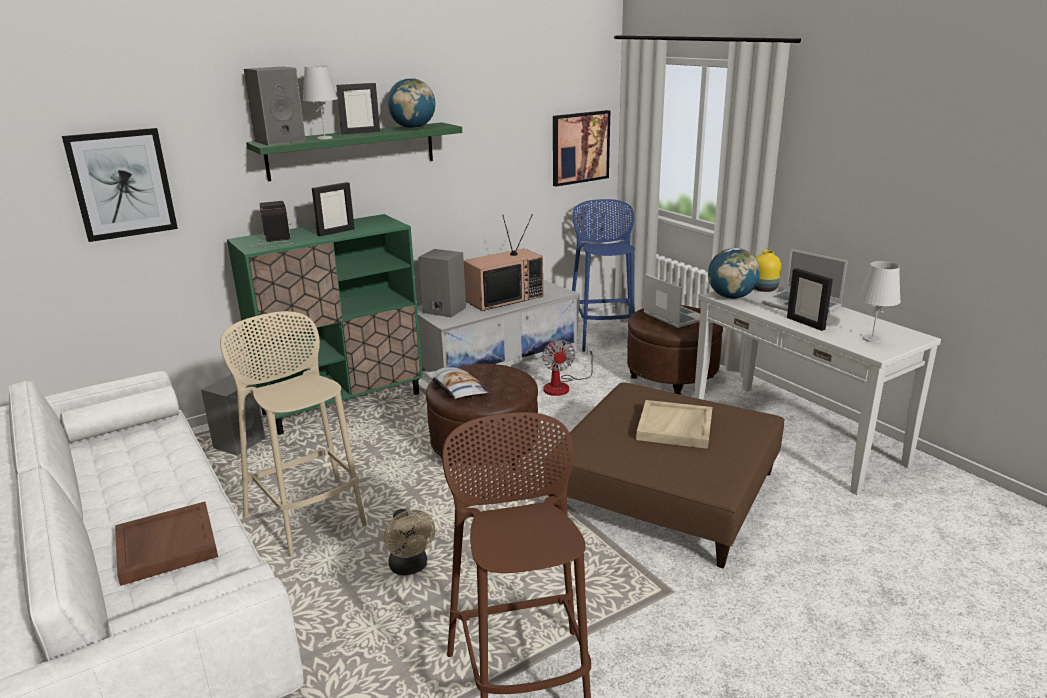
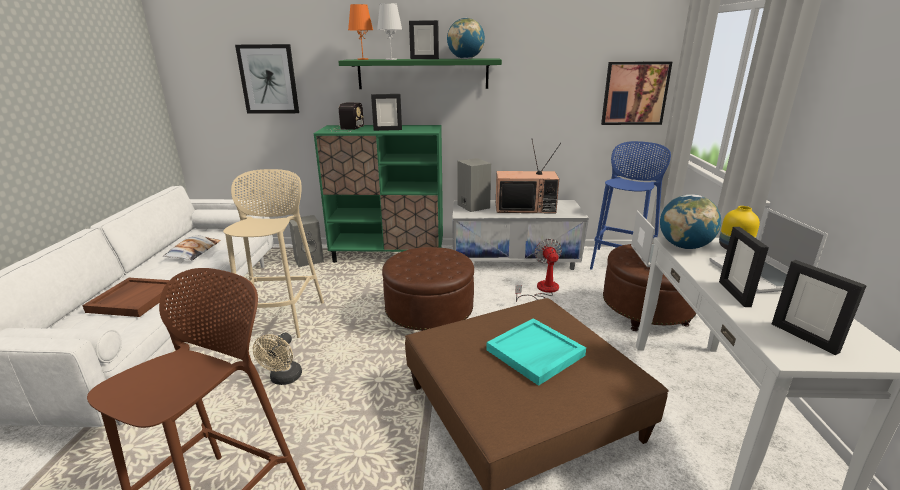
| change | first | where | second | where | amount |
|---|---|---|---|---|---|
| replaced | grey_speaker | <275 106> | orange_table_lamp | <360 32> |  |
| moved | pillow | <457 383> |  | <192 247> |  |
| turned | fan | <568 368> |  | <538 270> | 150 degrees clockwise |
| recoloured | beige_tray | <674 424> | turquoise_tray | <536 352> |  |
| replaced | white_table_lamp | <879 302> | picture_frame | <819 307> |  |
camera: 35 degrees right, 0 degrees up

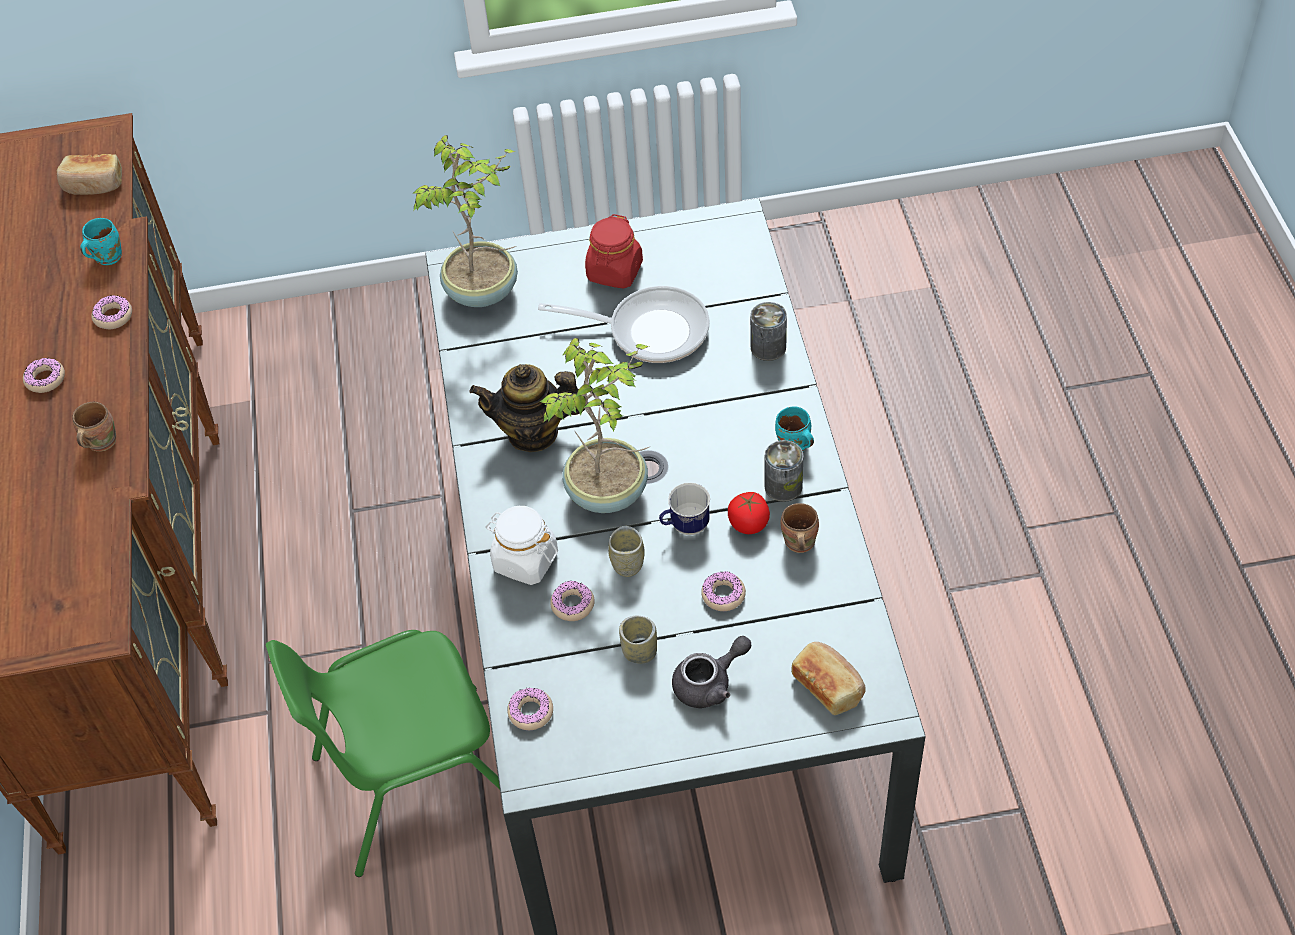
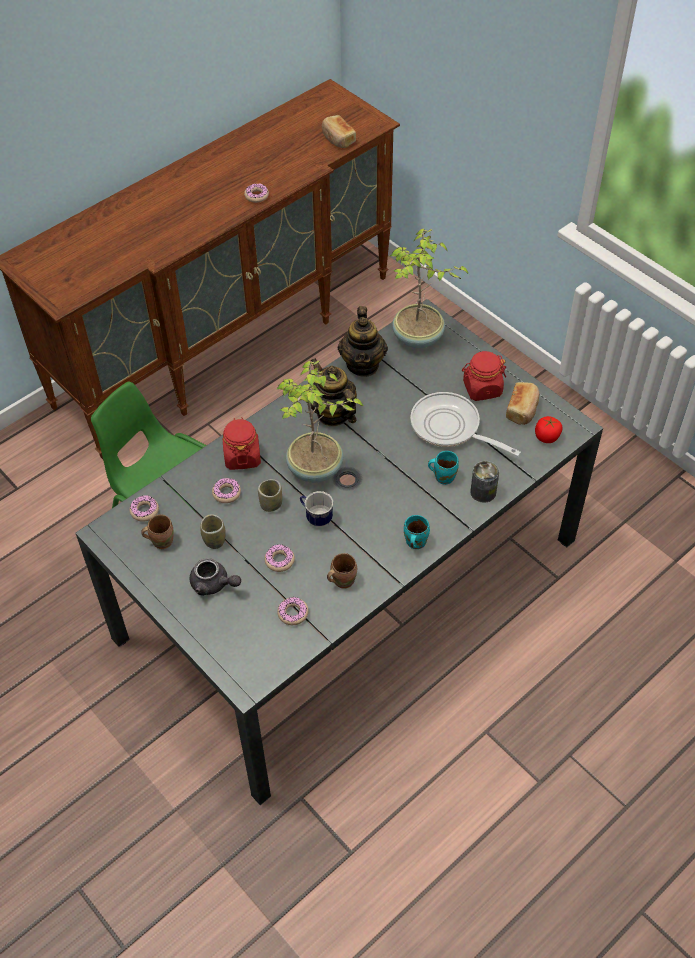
| change | first | where | second | where | amount |
|---|---|---|---|---|---|
| moved | donut | <44 375> |  | <293 611> |  |
| moved | brown_mug | <94 427> |  | <157 532> |  |
| moved | turquoise_mug | <101 241> |  | <443 468> |  |
| recoloured | white_jar | <521 545> | red_jar | <242 444> |  |
| turned | frying_pan | <624 324> |  | <465 424> | 150 degrees clockwise |
| moved | tomato | <749 513> |  | <549 429> |  |
| removed | can | <783 471> |  |  |  |
| moved | bread | <828 678> |  | <522 403> |  |
| added |  |  | teapot | <363 341> |  |
camera: 55 degrees right, 0 degrees up

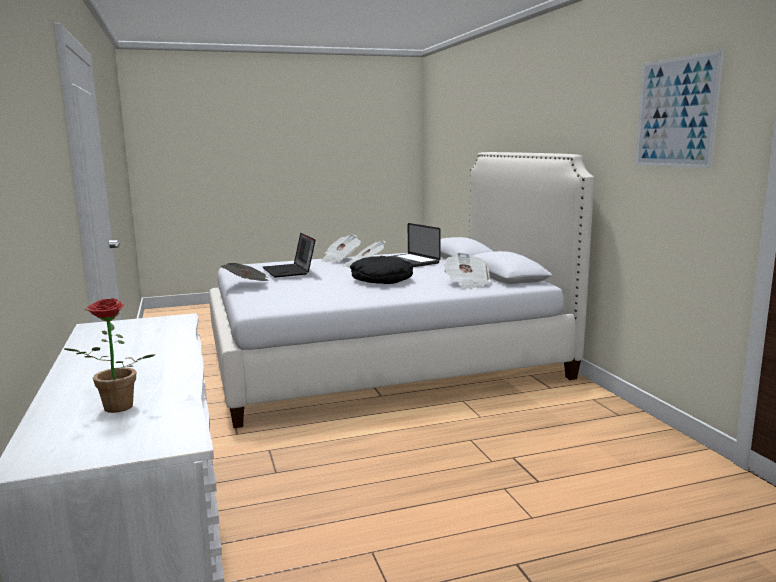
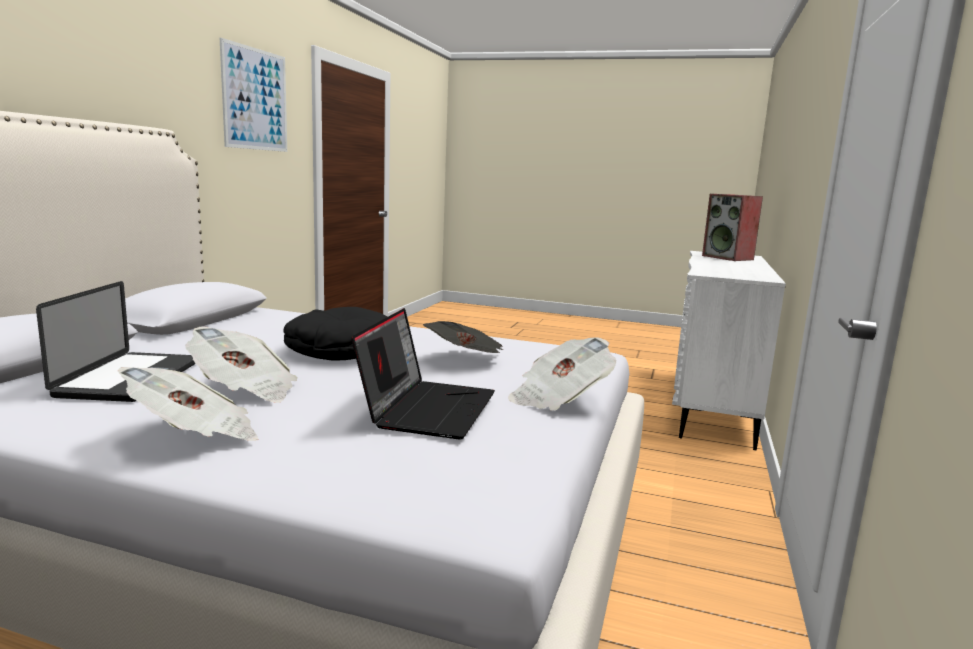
| change | first | where | second | where | amount |
|---|---|---|---|---|---|
| replaced | potted_plant | <109 355> | speaker | <732 227> |  |
| moved | newspaper | <467 271> |  | <463 337> |  |
camera: 145 degrees left, 0 degrees up

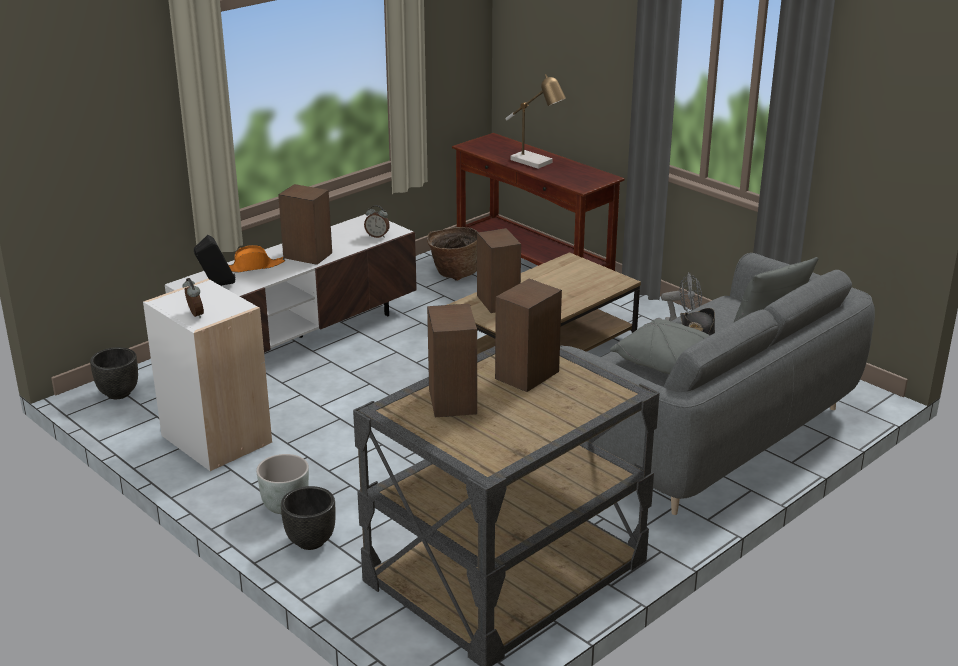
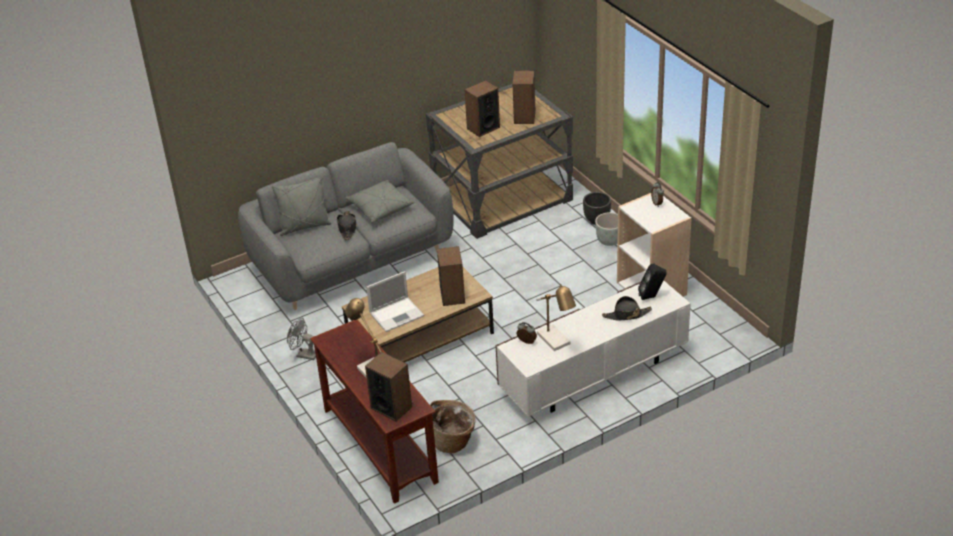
| change | first | where | second | where | amount |
|---|---|---|---|---|---|
| removed | black_planter | <114 373> |  |  |  |
| recoloured | orange_hat | <257 258> | black_hat | <627 308> |  |
| moved | speaker | <305 224> |  | <388 386> |  |
| added |  |  | laptop | <395 301> |  |
| added |  |  | table_lamp | <556 317> |  |
camera: 165 degrees left, 10 degrees up

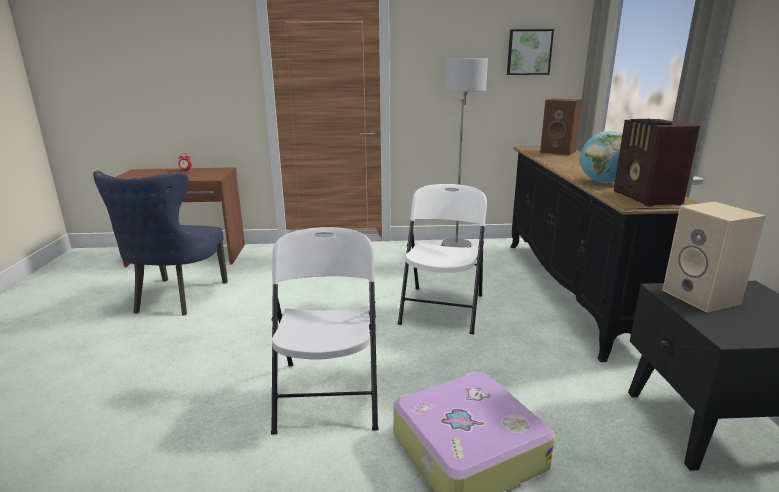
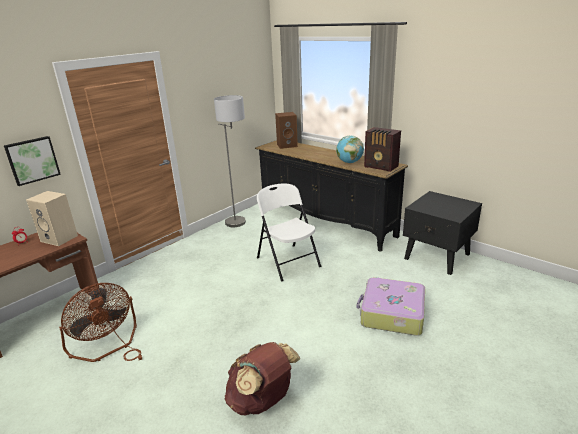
| change | first | where | second | where | amount |
|---|---|---|---|---|---|
| replaced | blue_chair | <160 243> | brown_fan | <100 322> |  |
| removed | white_chair | <324 331> |  |  |  |
| moved | picture | <530 52> |  | <32 161> |  |
| moved | beige_speaker | <714 257> |  | <52 218> |  |
| added |  |  | brown_backpack | <262 378> |  |
camera: 45 degrees left, 5 degrees up

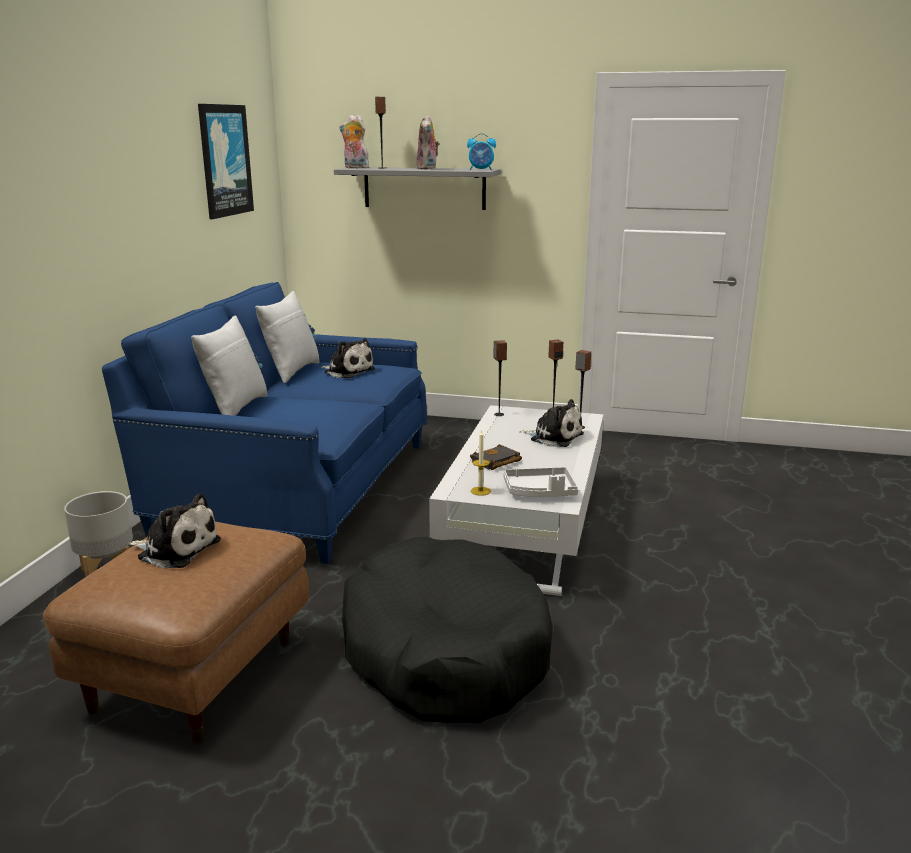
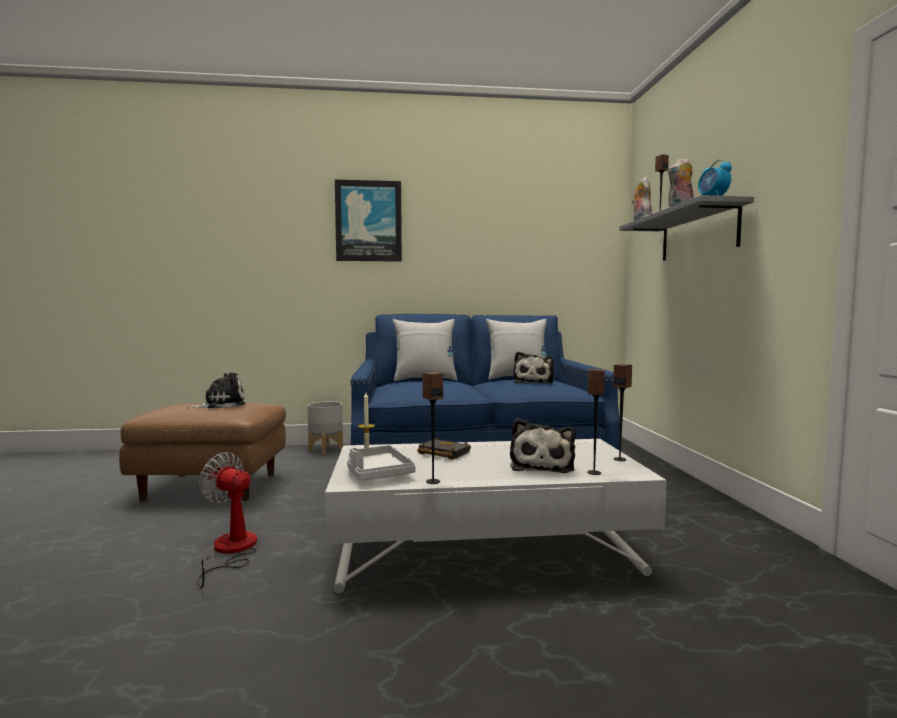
| change | first | where | second | where | amount |
|---|---|---|---|---|---|
| turned | plush_toy | <175 530> |  | <217 390> | 120 degrees counterclockwise |
| moved | picture | <226 161> |  | <368 220> |  |
| replaced | black_dog_bed | <447 629> | fan | <227 520> |  |
| moved | speaker | <500 378> |  | <432 428> |  |
camera: 70 degrees right, 15 degrees down

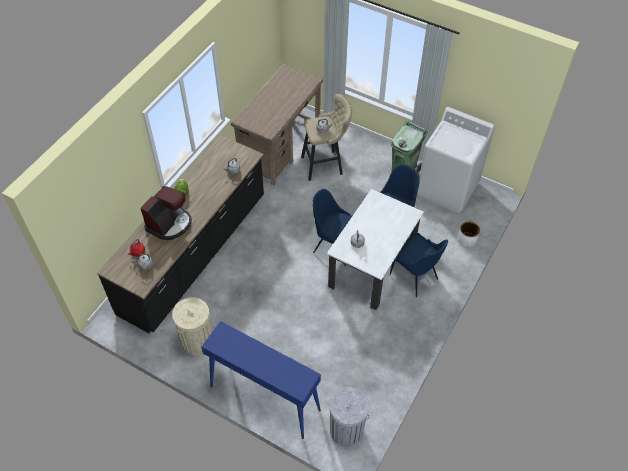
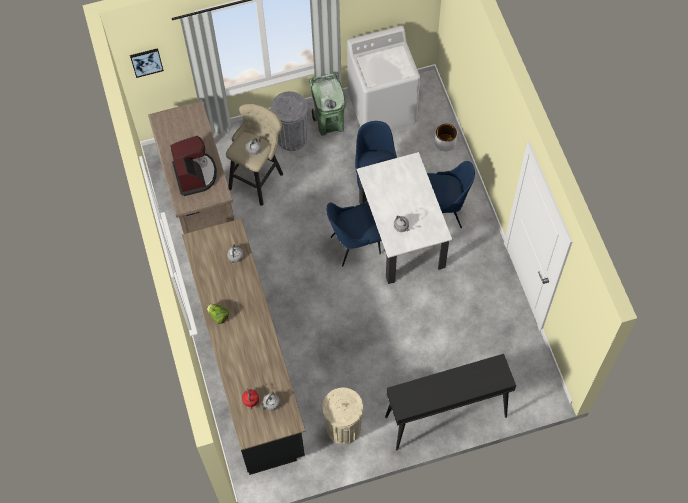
| change | first | where | second | where | amount |
|---|---|---|---|---|---|
| moved | coffee_machine | <166 213> |  | <193 166> |  |
| recoloured | blue_console_table | <261 380> | black_console_table | <450 402> |  |
| moved | grey_trash_can | <349 417> |  | <289 121> |  |
| added |  |  | picture | <147 63> |  |
camera: 45 degrees left, 10 degrees up

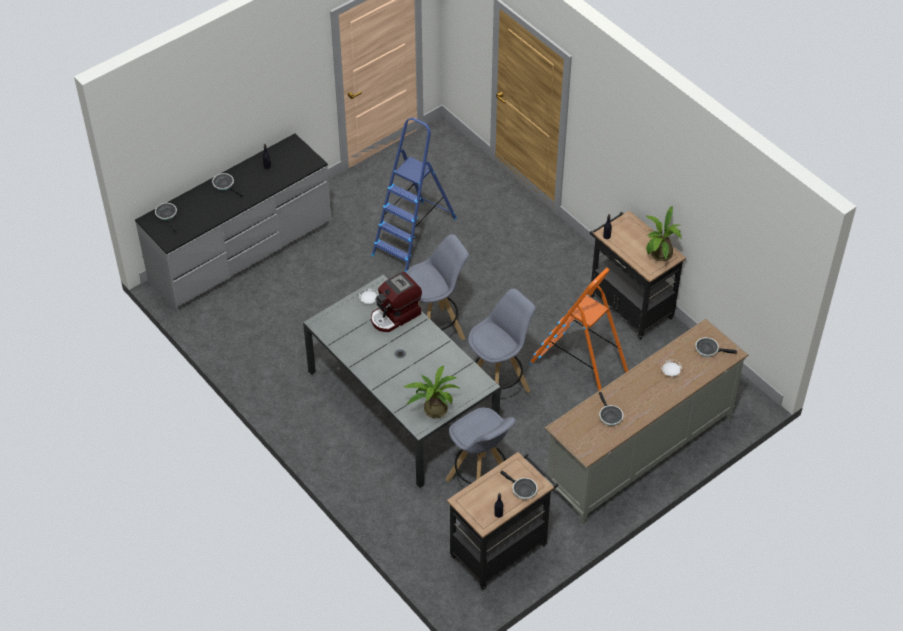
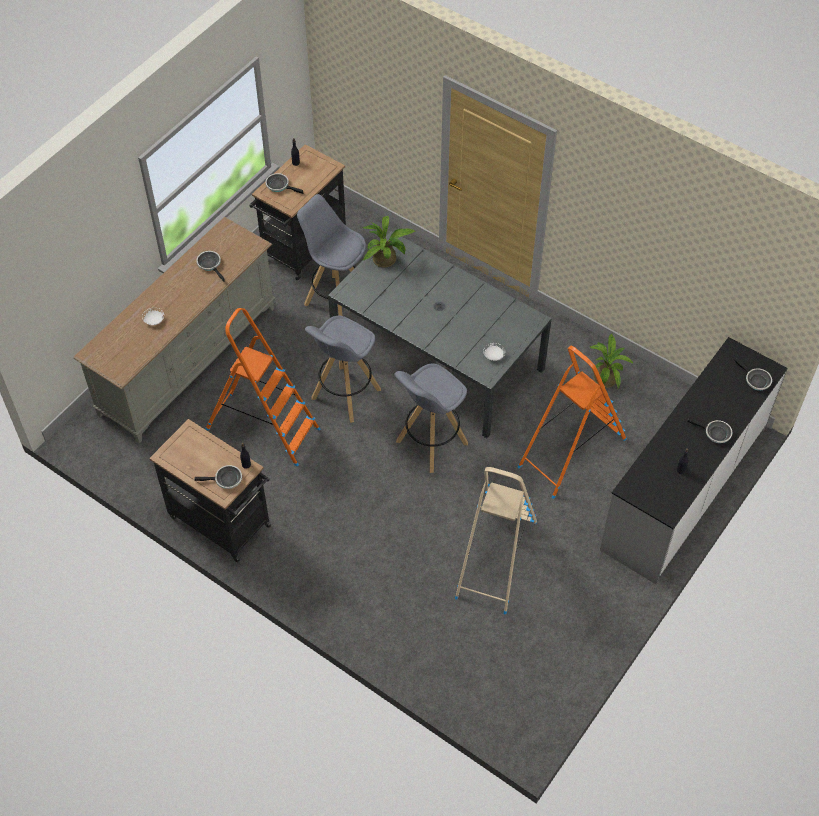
| change | first | where | second | where | amount |
|---|---|---|---|---|---|
| recoloured | blue_step_ladder | <414 195> | beige_step_ladder | <496 540> |  |
| removed | coffee_machine | <396 302> |  |  |  |
| moved | potted_plant | <663 233> |  | <611 361> |  |
| moved | frying_pan | <716 347> |  | <218 477> |  |
| added |  |  | orange_step_ladder | <572 422> |  |
camera: 165 degrees right, 5 degrees up

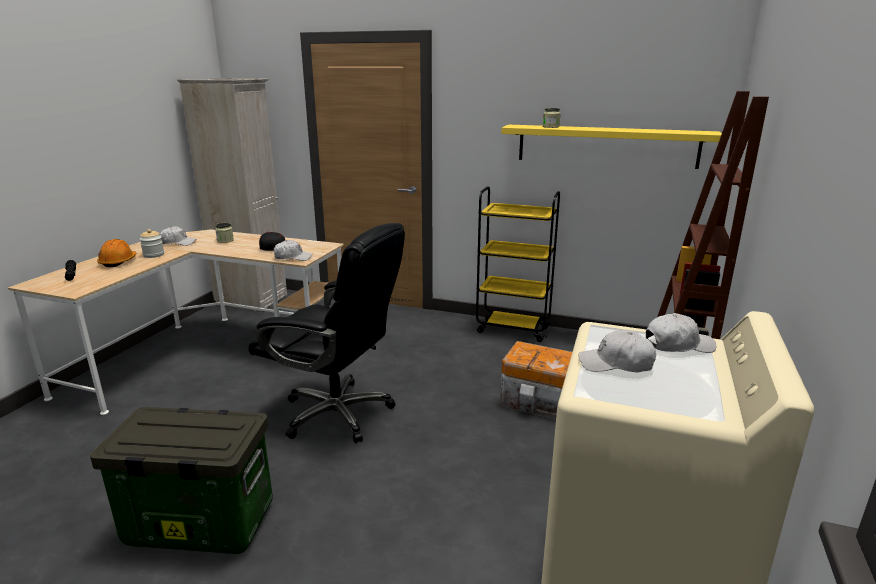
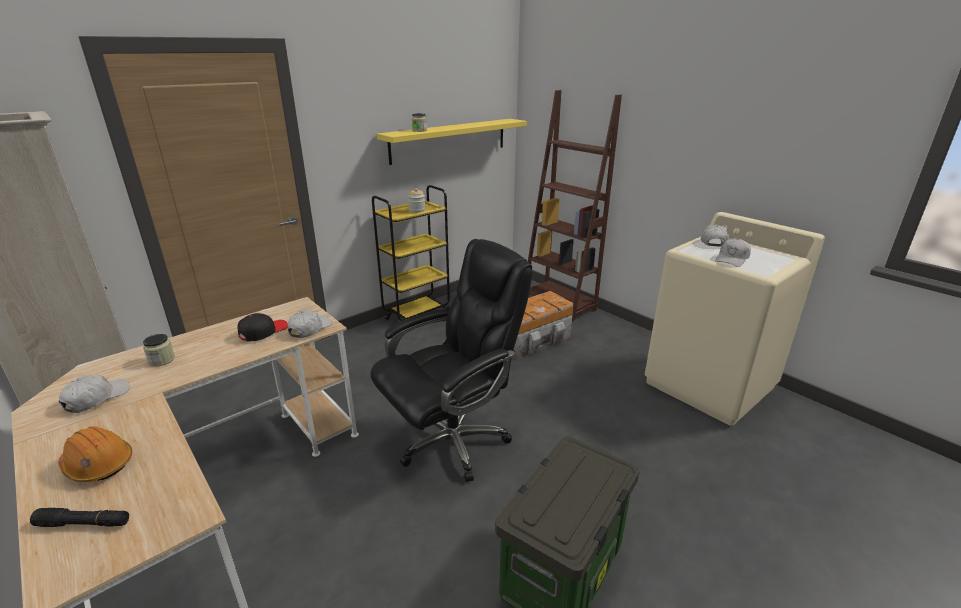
| change | first | where | second | where | amount |
|---|---|---|---|---|---|
| moved | jar | <152 243> |  | <416 200> |  |
camera: 60 degrees left, 5 degrees up

